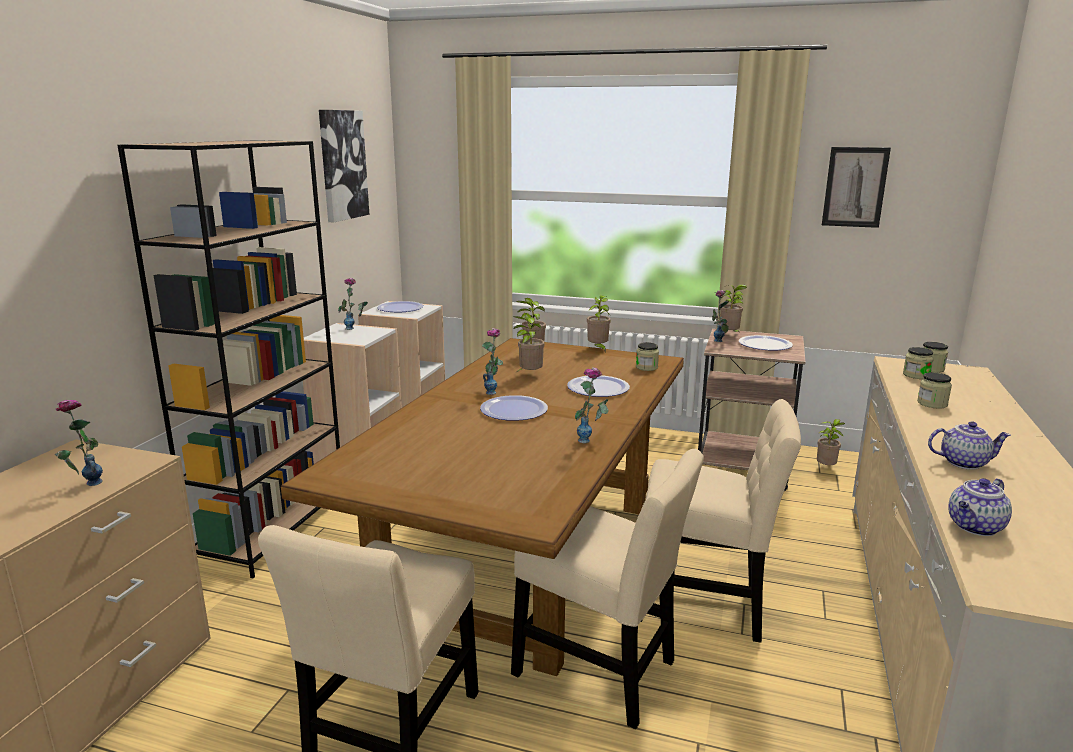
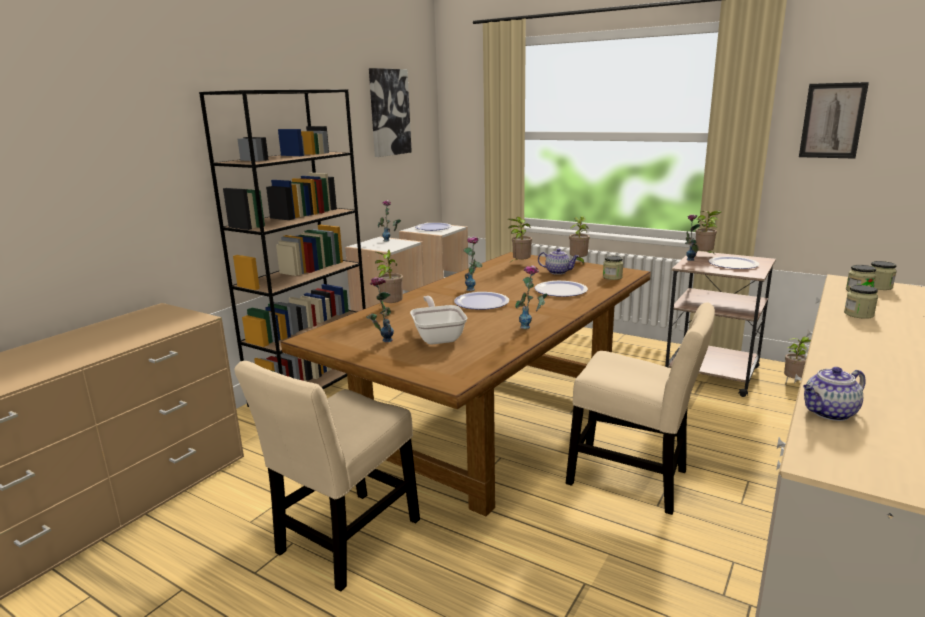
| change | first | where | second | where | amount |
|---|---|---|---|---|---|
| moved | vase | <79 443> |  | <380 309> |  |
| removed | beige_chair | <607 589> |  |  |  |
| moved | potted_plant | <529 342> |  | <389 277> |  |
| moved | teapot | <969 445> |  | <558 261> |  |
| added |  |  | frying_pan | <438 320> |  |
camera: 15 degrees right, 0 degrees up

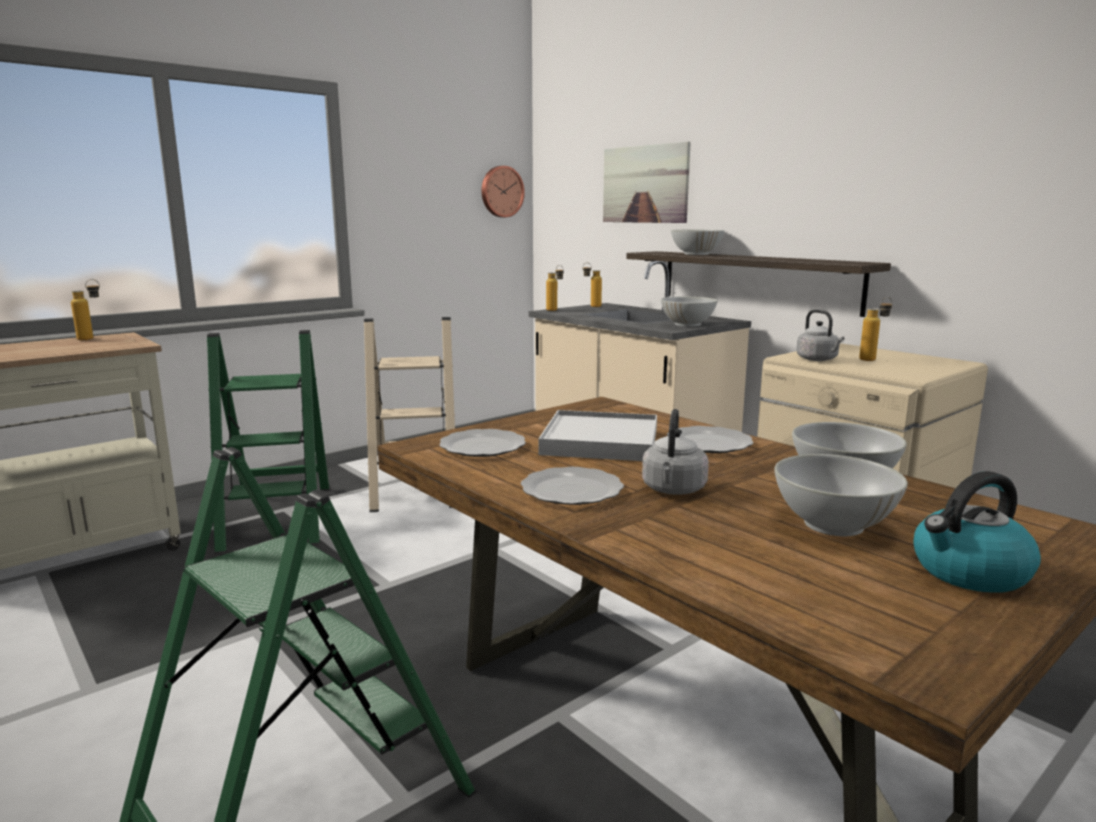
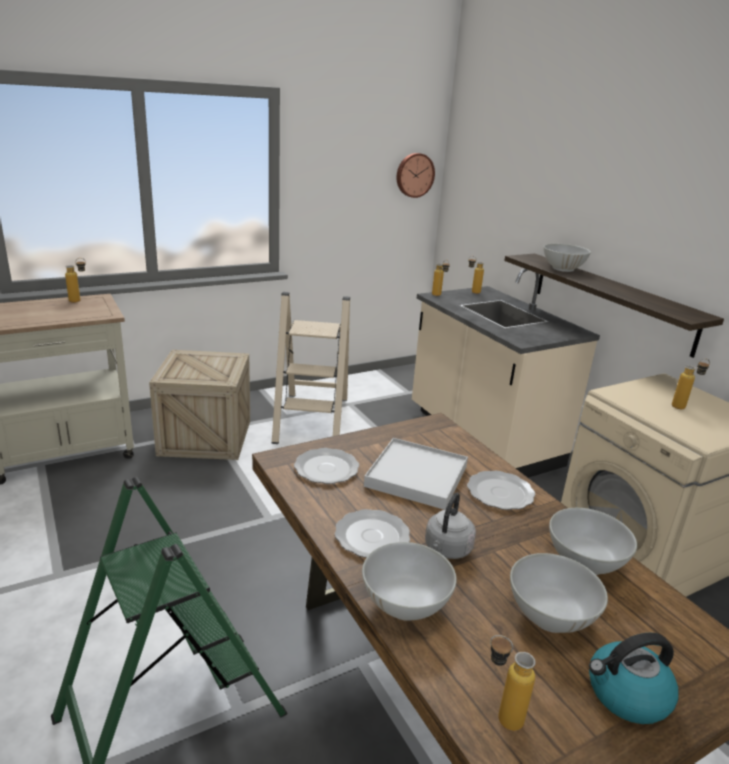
| change | first | where | second | where | amount |
|---|---|---|---|---|---|
| replaced | green_step_ladder | <268 442> | crate | <199 405> |  |
| removed | picture | <647 182> |  |  |  |
| moved | white_bowl | <689 311> |  | <409 581> |  |
| removed | grey_kettle | <820 335> |  |  |  |
| added |  |  | bottle | <513 683> |  |
camera: 10 degrees right, 10 degrees up

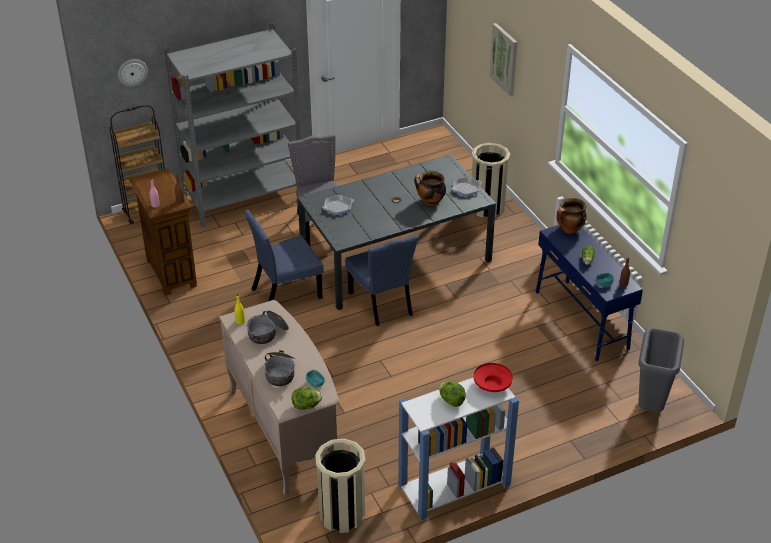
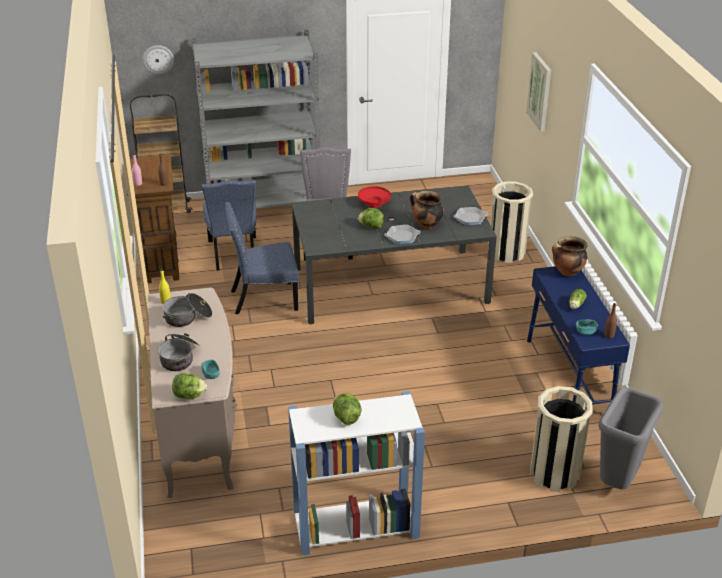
| change | first | where | second | where | amount |
|---|---|---|---|---|---|
| moved | beige_trash_can | <340 486> |  | <561 439> |  |
| moved | frying_pan | <338 205> |  | <402 234> |  |
| moved | blue_chair | <382 280> |  | <229 225> |  |
| moved | red_bowl | <493 377> |  | <374 197> |  |
| added |  |  | lettuce | <371 218> |  |
camera: 15 degrees right, 5 degrees down

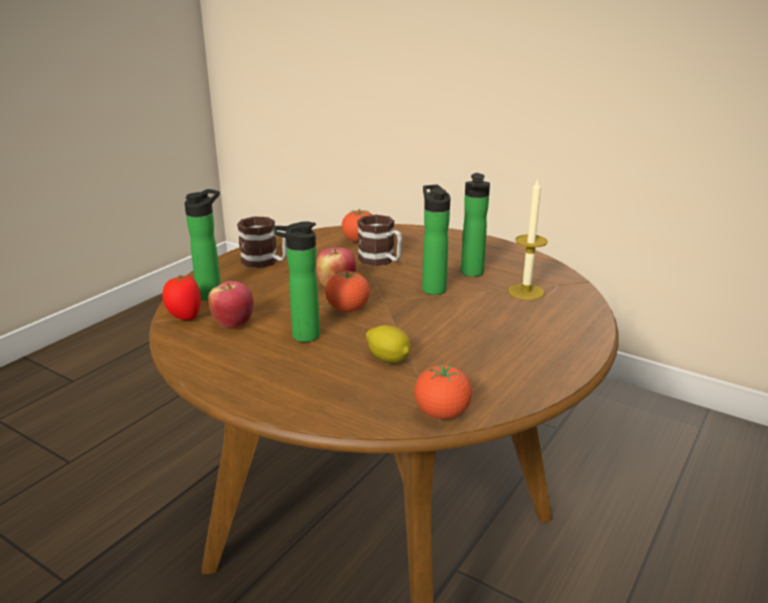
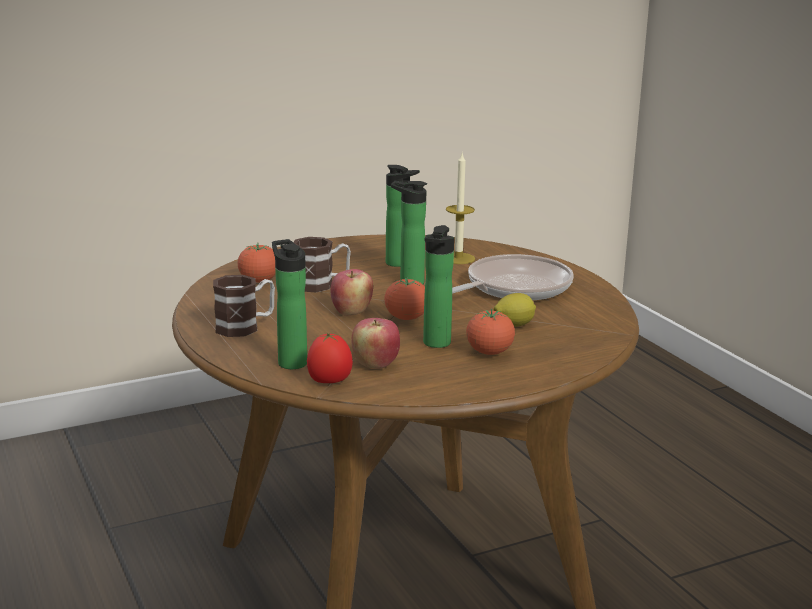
| change | first | where | second | where | amount |
|---|---|---|---|---|---|
| moved | tomato | <443 391> |  | <490 332> |  |
| added |  |  | frying_pan | <513 277> |  |
camera: 60 degrees left, 5 degrees down

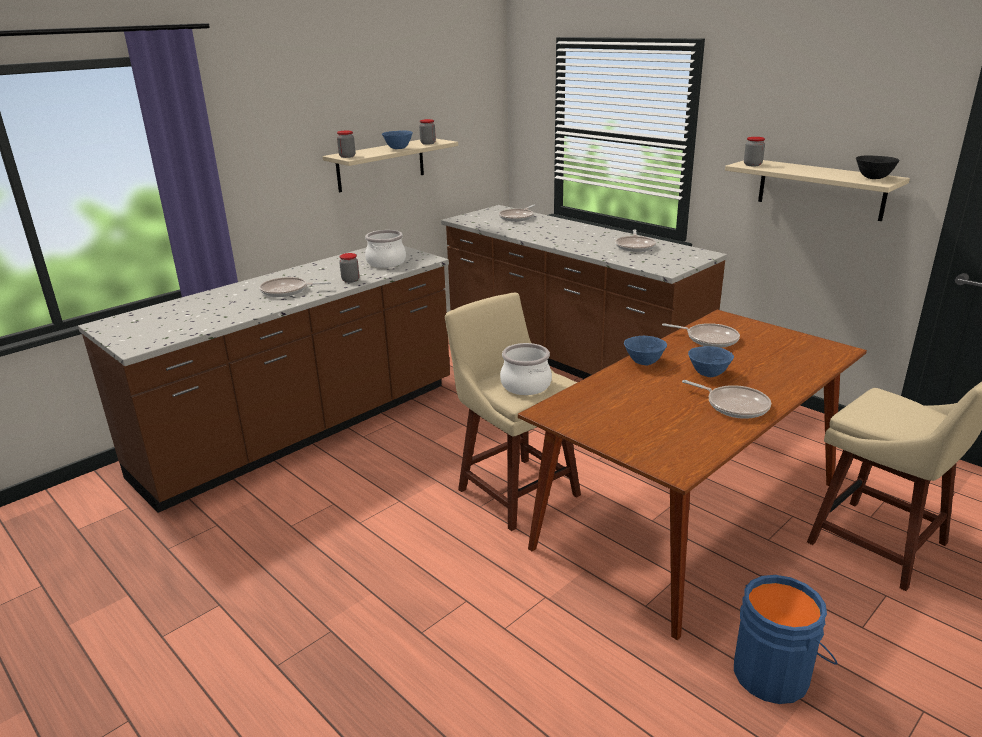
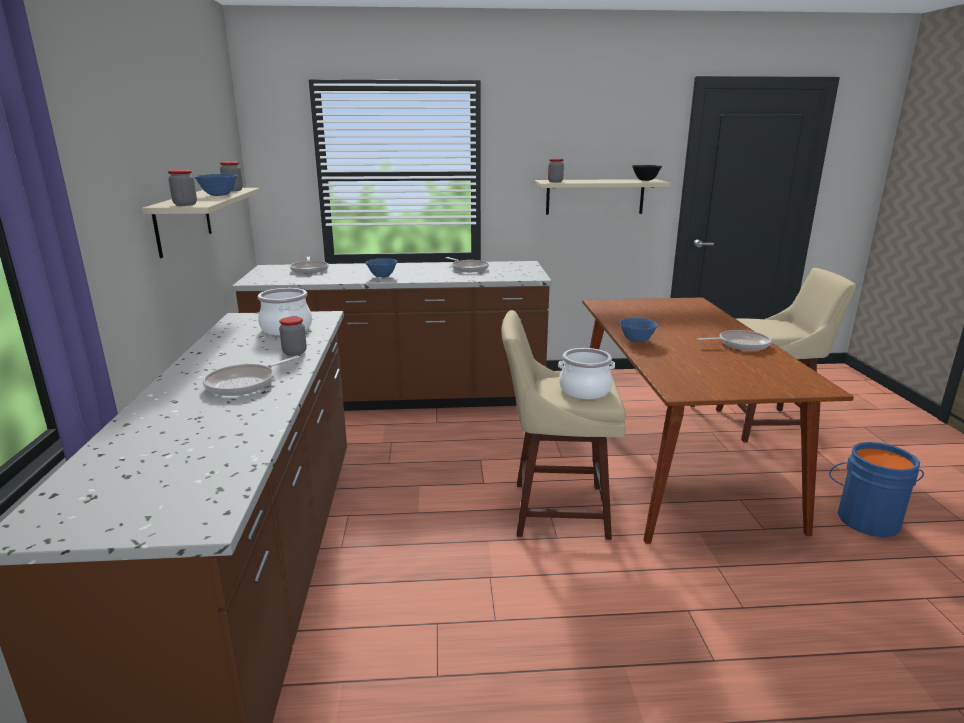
| change | first | where | second | where | amount |
|---|---|---|---|---|---|
| removed | frying_pan | <701 335> |  |  |  |
| moved | blue_bowl | <711 361> |  | <381 267> |  |
camera: 50 degrees left, 5 degrees down

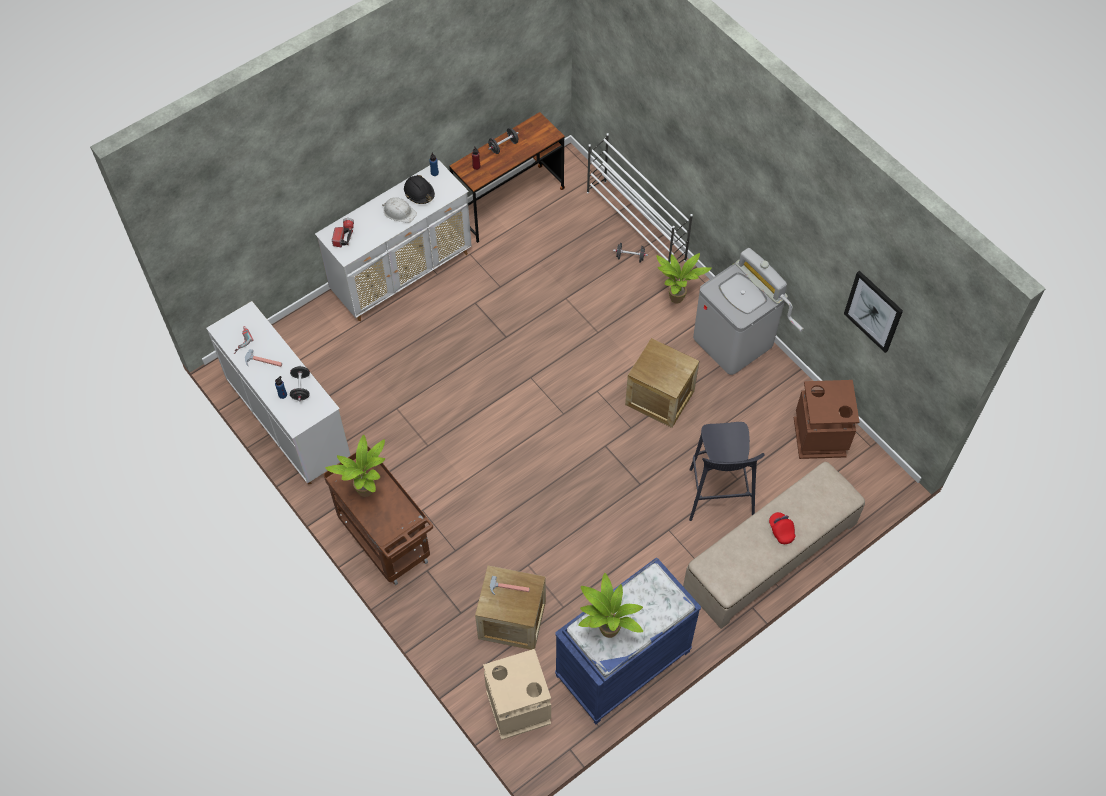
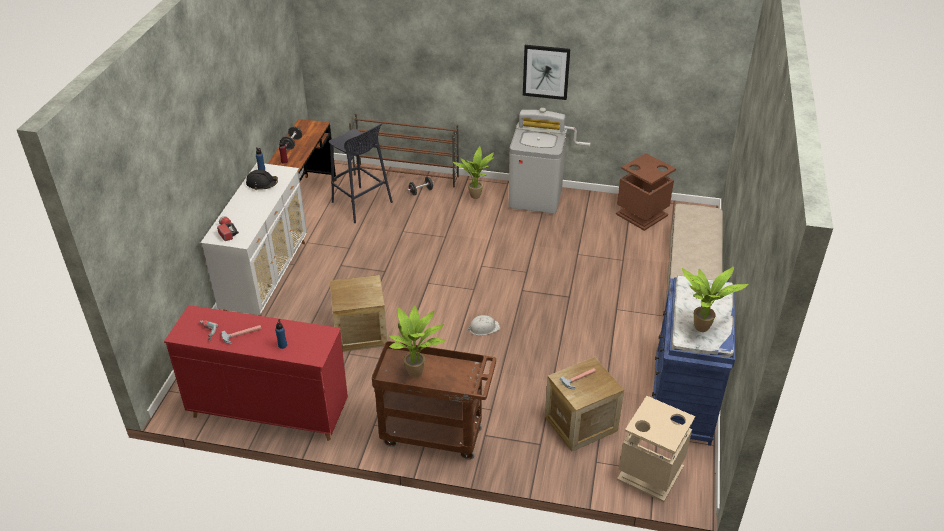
| change | first | where | second | where | amount |
|---|---|---|---|---|---|
| recoloured | white_cabinet | <278 392> | red_cabinet | <256 373> |  |
| removed | black_dumbbell | <300 383> |  |  |  |
| moved | white_hard_hat | <399 210> |  | <484 325> |  |
| recoloured | white_shoe_rack | <640 198> | brown_shoe_rack | <404 150> |  |
| moved | crate | <662 383> |  | <358 313> |  |
| moved | grey_stool | <727 471> |  | <361 173> |  |
| removed | red_cap | <782 528> |  |  |  |
| moved | picture | <873 312> |  | <546 72> |  |
camera: 40 degrees left, 20 degrees down

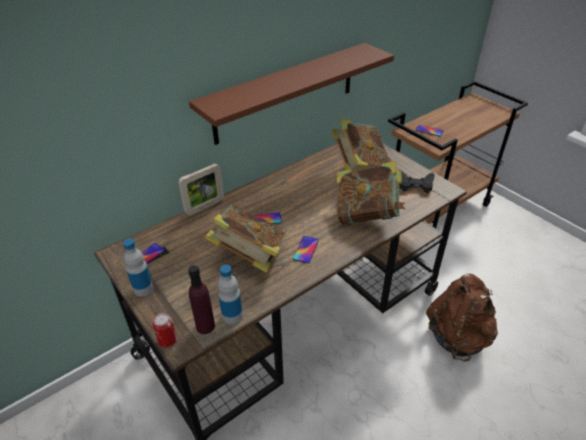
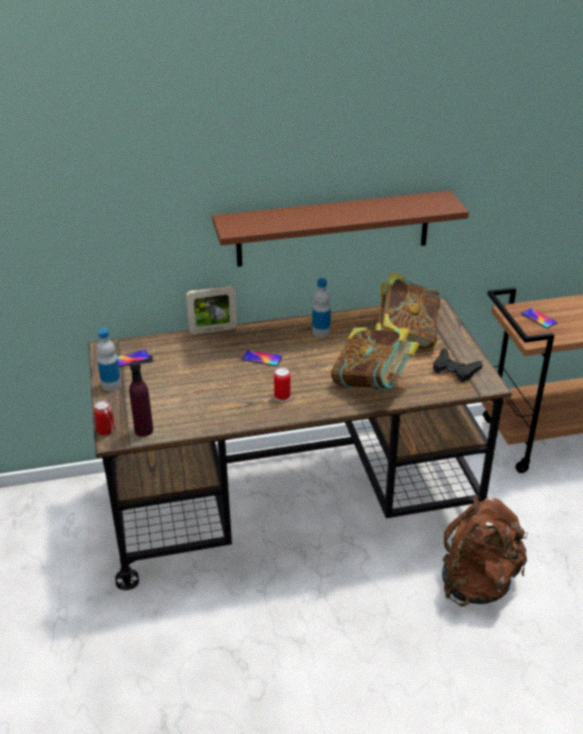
| change | first | where | second | where | amount |
|---|---|---|---|---|---|
| removed | book | <245 238> |  |  |  |
| moved | bottle | <230 294> |  | <321 308> |  |
| replaced | phone | <306 249> | can | <282 385> |  |
camera: 25 degrees right, 5 degrees down

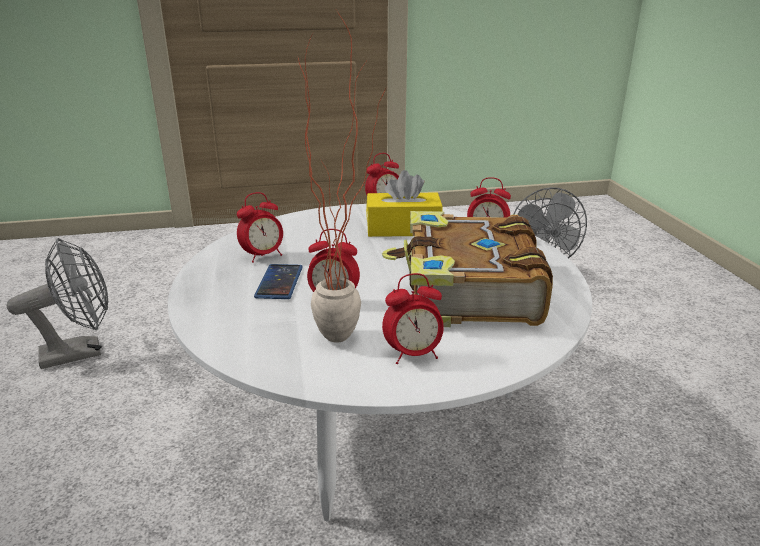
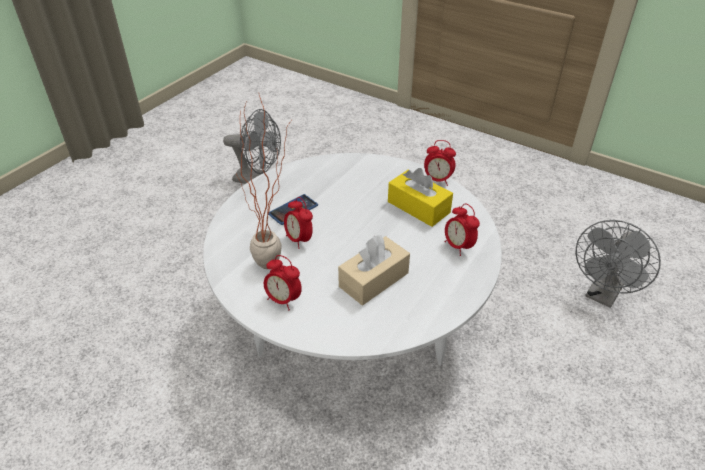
| change | first | where | second | where | amount |
|---|---|---|---|---|---|
| removed | alarm_clock | <260 227> |  |  |  |
| replaced | book | <467 269> | beige_tissue_box | <374 270> |  |
camera: 45 degrees right, 15 degrees up

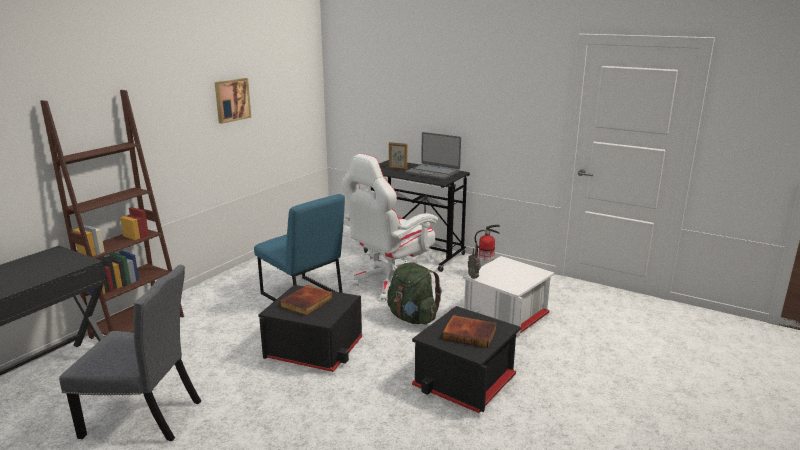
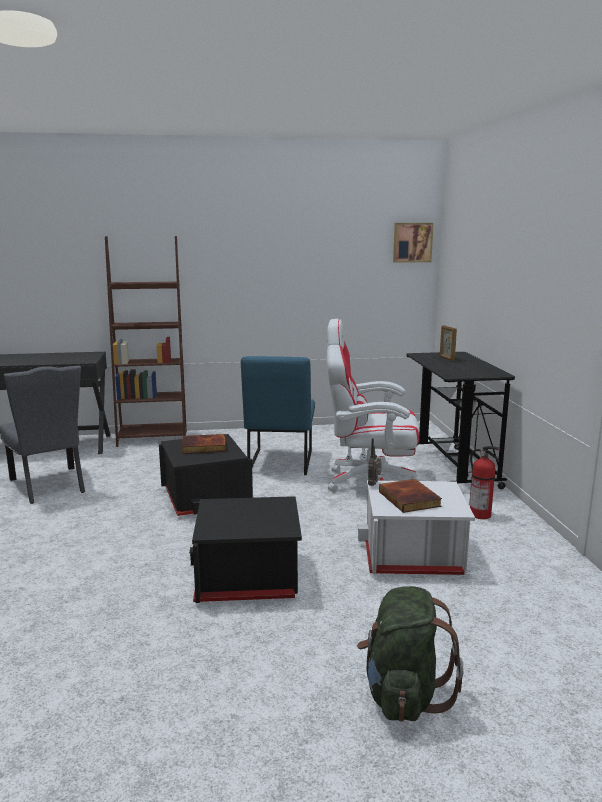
| change | first | where | second | where | amount |
|---|---|---|---|---|---|
| moved | picture | <233 101> |  | <413 243> |  |
| moved | green_backpack | <414 293> |  | <410 654> |  |
| removed | laptop | <433 156> |  |  |  |
| moved | book | <469 331> |  | <410 496> |  |
camera: 50 degrees right, 5 degrees down

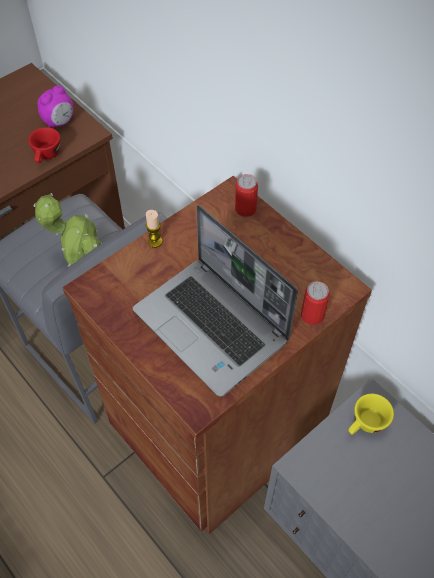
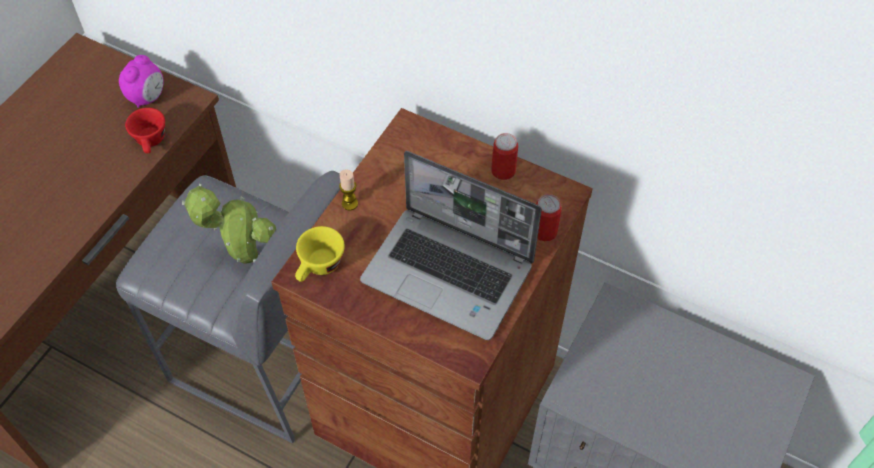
| change | first | where | second | where | amount |
|---|---|---|---|---|---|
| moved | can | <246 195> |  | <504 156> |  |
| moved | yellow_cup | <371 414> |  | <320 254> |  |
camera: 20 degrees left, 0 degrees up

